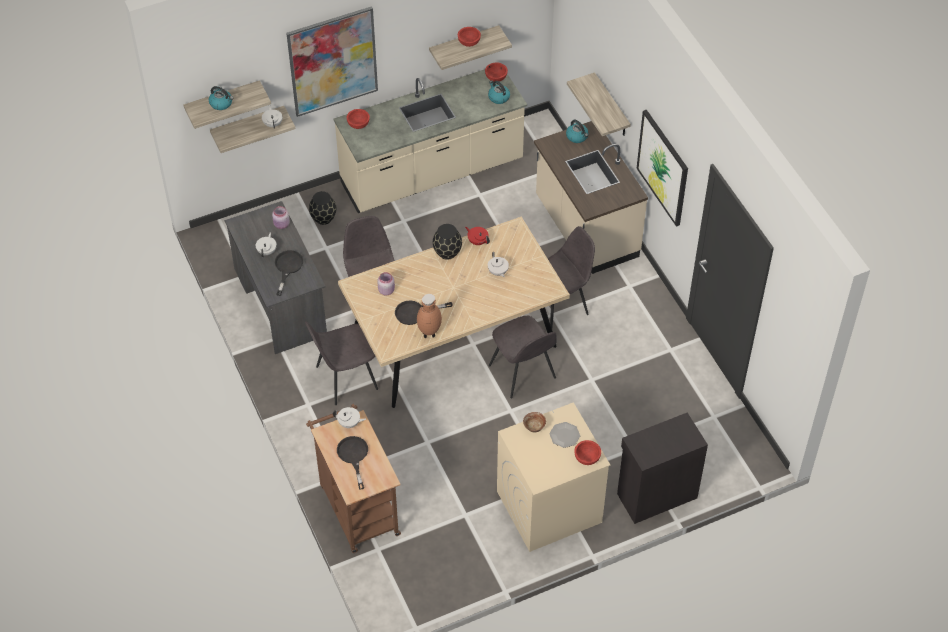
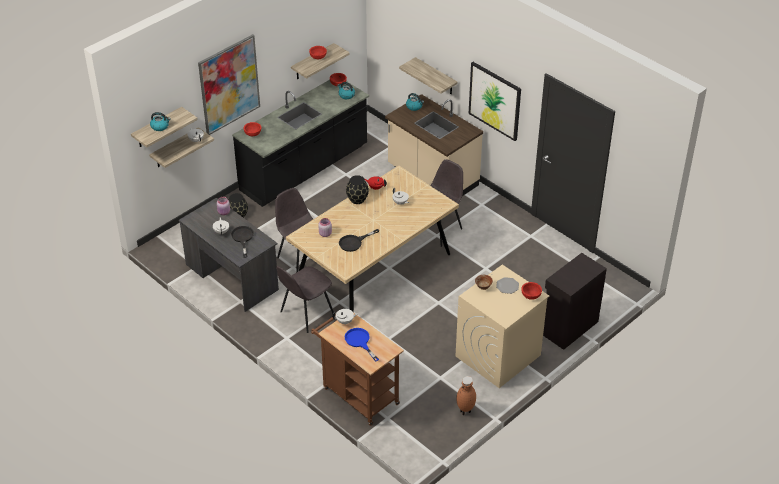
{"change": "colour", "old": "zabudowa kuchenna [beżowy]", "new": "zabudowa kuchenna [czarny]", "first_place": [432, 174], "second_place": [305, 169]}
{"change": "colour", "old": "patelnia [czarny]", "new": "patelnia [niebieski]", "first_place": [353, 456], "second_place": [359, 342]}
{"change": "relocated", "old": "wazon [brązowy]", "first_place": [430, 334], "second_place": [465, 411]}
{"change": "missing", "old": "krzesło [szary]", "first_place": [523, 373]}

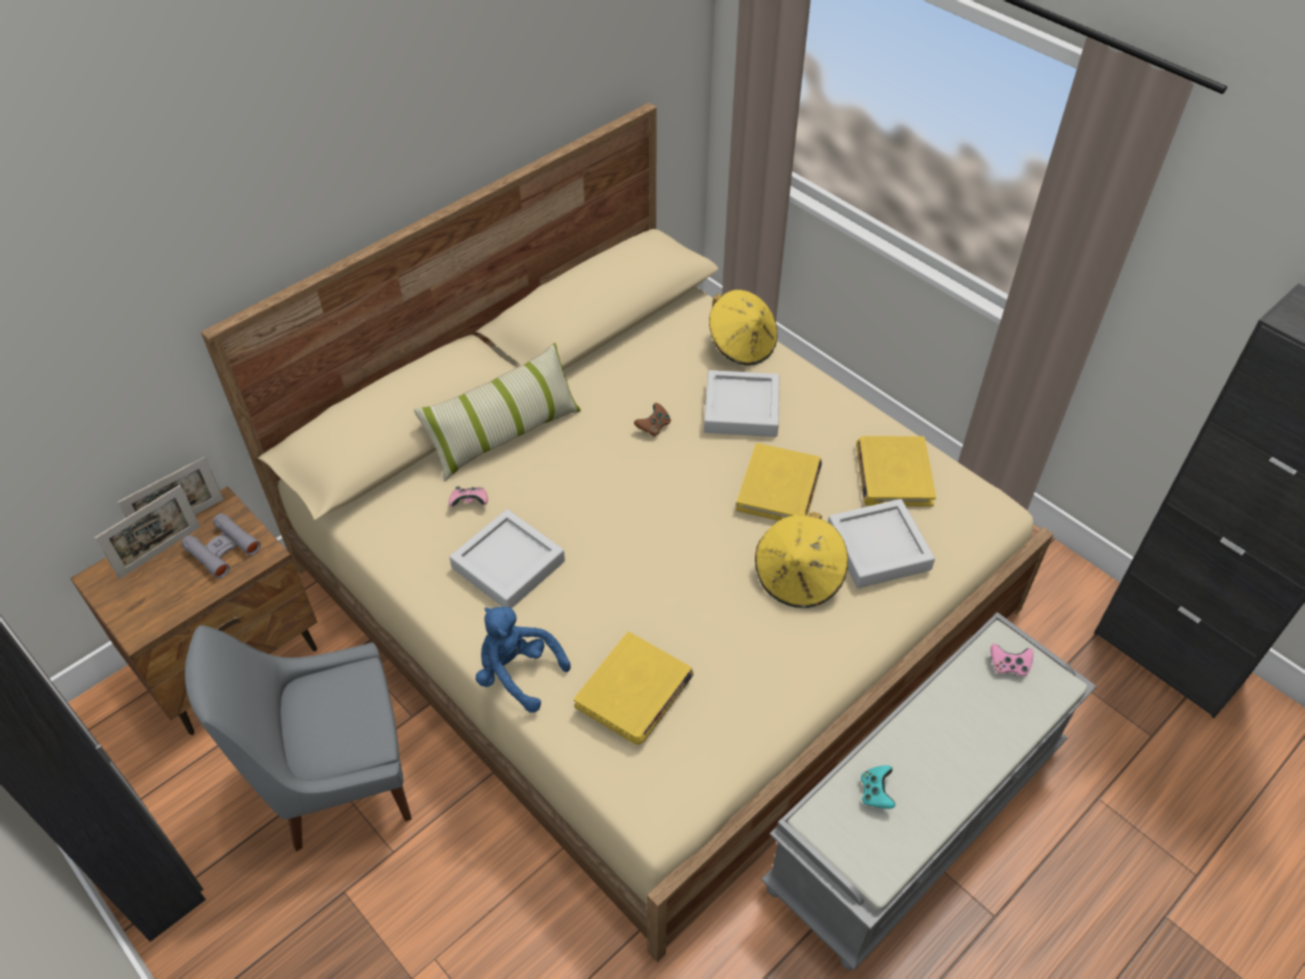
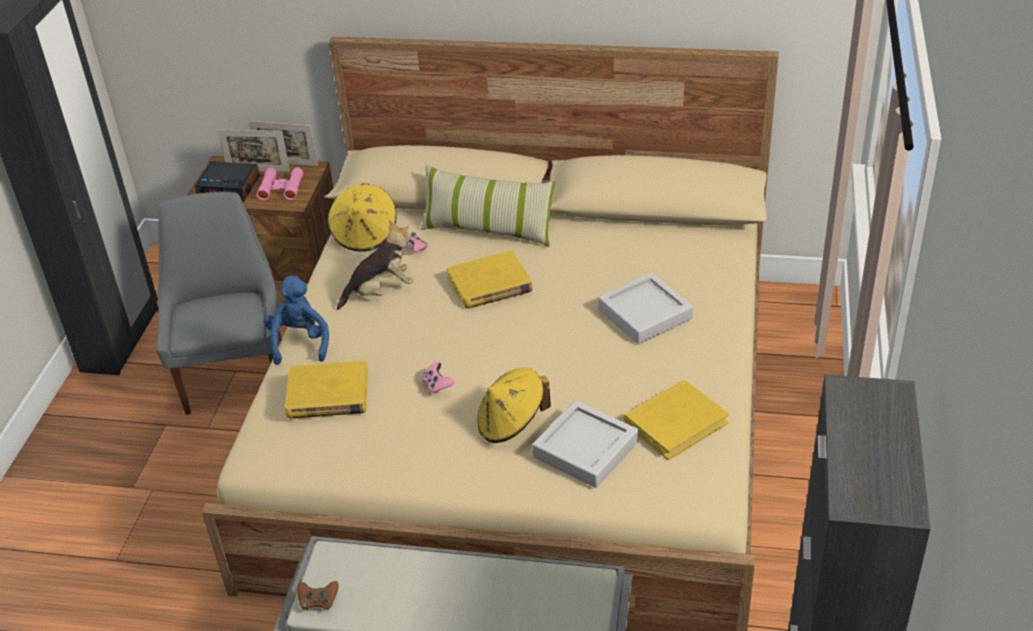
{"change": "colour", "old": "lornetka [szary]", "new": "lornetka [różowy]", "first_place": [223, 550], "second_place": [281, 188]}
{"change": "spun", "old": "krzesło [szary]", "first_place": [338, 780], "second_place": [236, 375], "degrees": 45}
{"change": "exchanged", "old": "taca [szary]", "new": "pluszak", "first_place": [508, 564], "second_place": [381, 291]}
{"change": "relocated", "old": "pad do gier [brązowy]", "first_place": [653, 427], "second_place": [318, 602]}
{"change": "relocated", "old": "kapelusz [żółty]", "first_place": [741, 345], "second_place": [365, 235]}
{"change": "relocated", "old": "książka [żółty]", "first_place": [779, 488], "second_place": [490, 284]}
{"change": "missing", "old": "pad do gier [turkusowy]", "first_place": [876, 792]}
{"change": "relocated", "old": "pad do gier [różowy]", "first_place": [1008, 666], "second_place": [437, 385]}
{"change": "appeared", "new": "budzik", "second_place": [230, 188]}

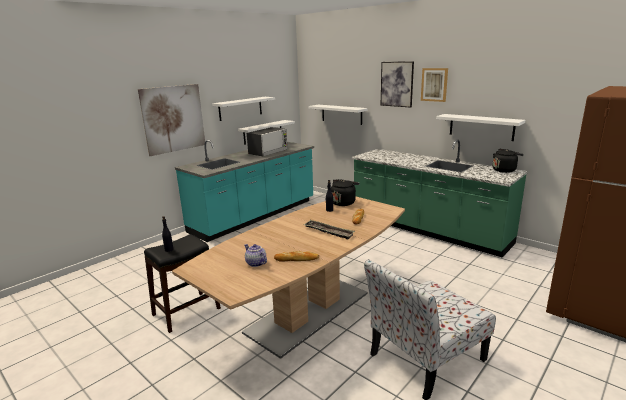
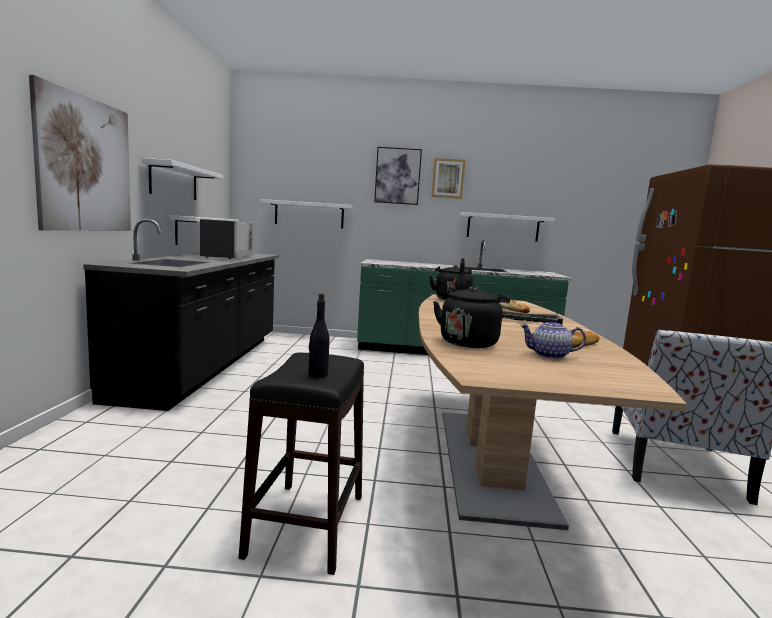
{"change": "colour", "old": "zabudowa kuchenna [turkusowy]", "new": "zabudowa kuchenna [czarny]", "first_place": [255, 216], "second_place": [205, 365]}
{"change": "relocated", "old": "czajnik [czarny]", "first_place": [505, 170], "second_place": [469, 342]}

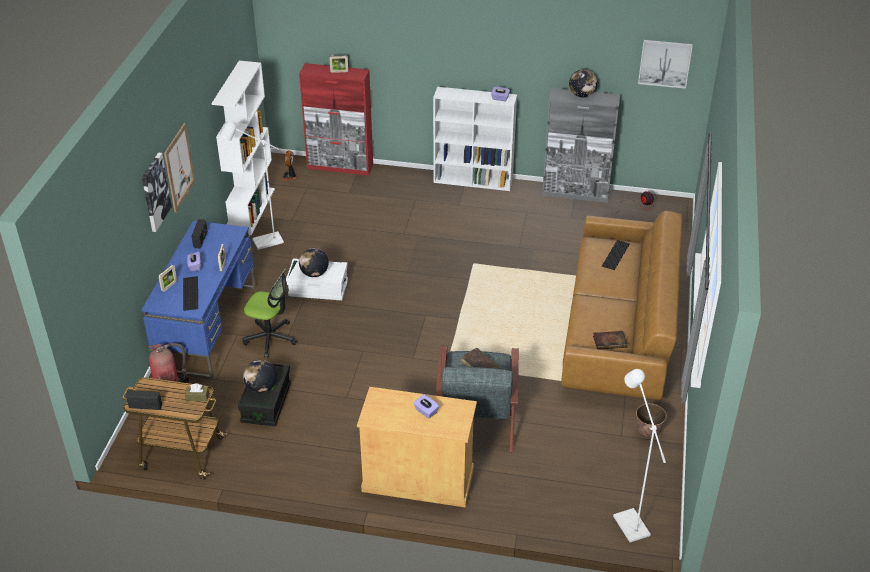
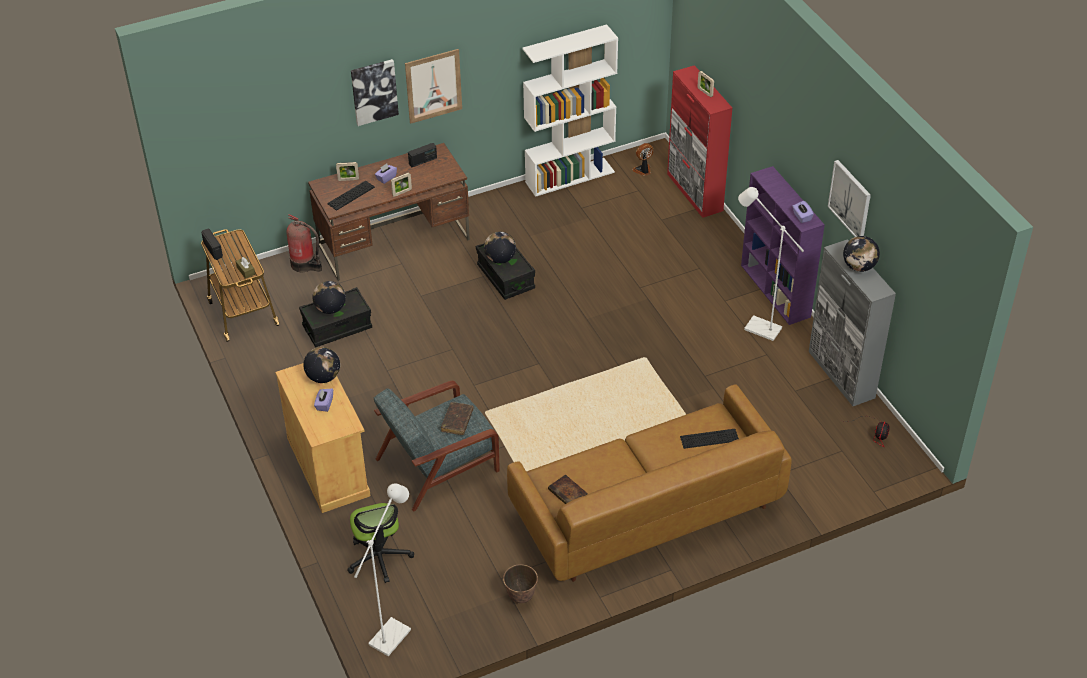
{"change": "colour", "old": "biurko [niebieski]", "new": "biurko [brązowy]", "first_place": [208, 327], "second_place": [394, 242]}
{"change": "relocated", "old": "lampa stojąca [biały]", "first_place": [262, 242], "second_place": [756, 326]}
{"change": "relocated", "old": "krzesło biurowe", "first_place": [270, 338], "second_place": [379, 557]}
{"change": "colour", "old": "pojemnik do przechowywania [biały]", "new": "pojemnik do przechowywania [czarny]", "first_place": [318, 289], "second_place": [506, 277]}
{"change": "colour", "old": "regał [biały]", "new": "regał [fioletowy]", "first_place": [474, 181], "second_place": [776, 291]}
{"change": "relocated", "old": "obraz", "first_place": [665, 63], "second_place": [850, 200]}
{"change": "appeared", "new": "globus", "second_place": [323, 377]}

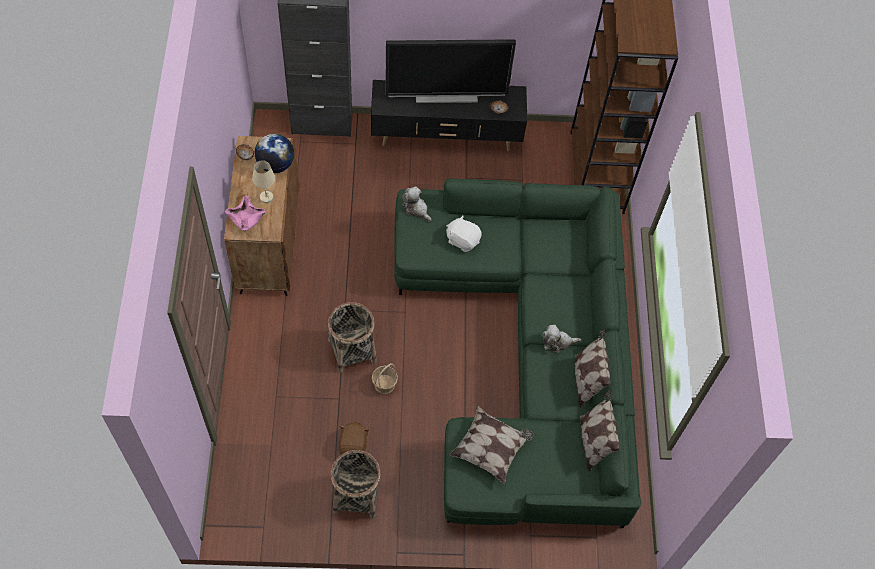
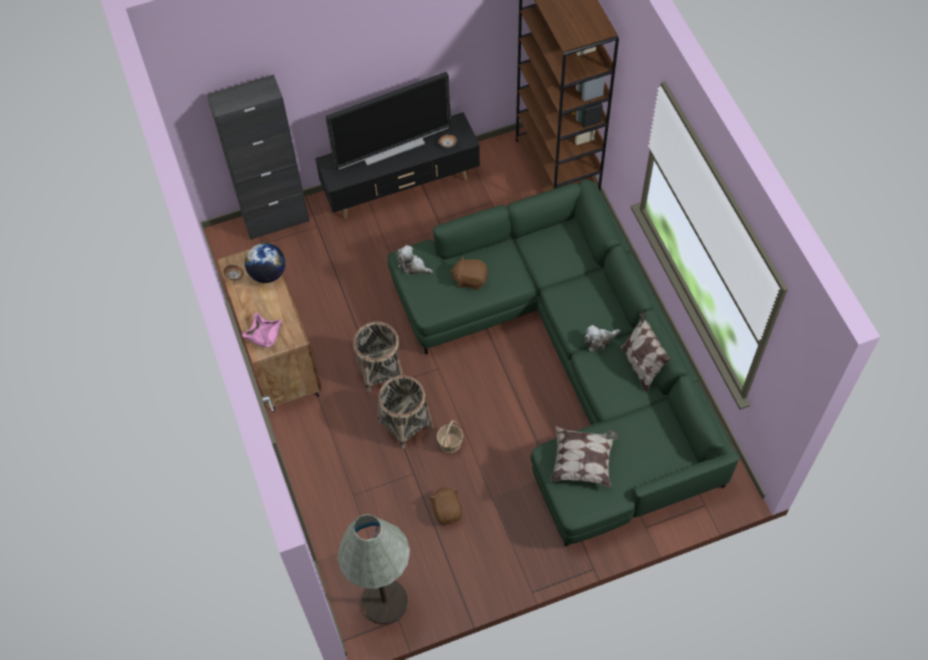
{"change": "missing", "old": "lampa stołowa [beżowy]", "first_place": [267, 197]}
{"change": "relocated", "old": "koszyk", "first_place": [356, 495], "second_place": [380, 370]}
{"change": "colour", "old": "pluszak [biały]", "new": "pluszak [brązowy]", "first_place": [462, 240], "second_place": [470, 279]}
{"change": "missing", "old": "poduszka", "first_place": [593, 442]}
{"change": "appeared", "new": "lampa stojąca [szary]", "second_place": [384, 601]}

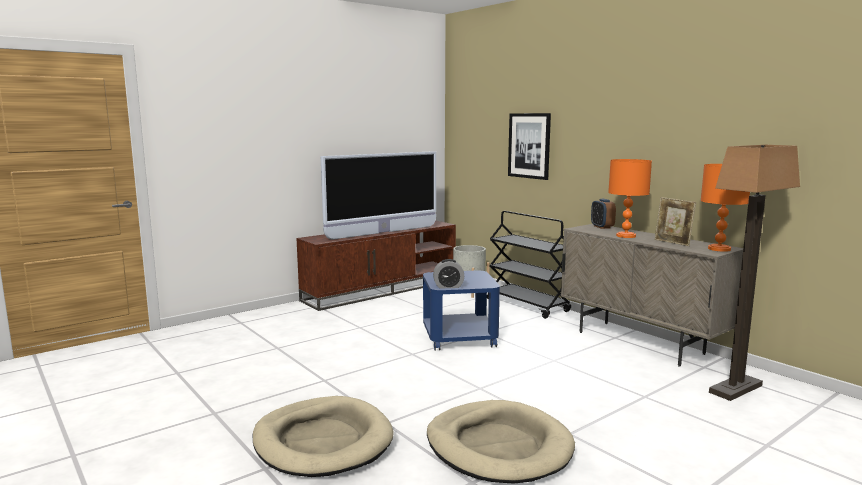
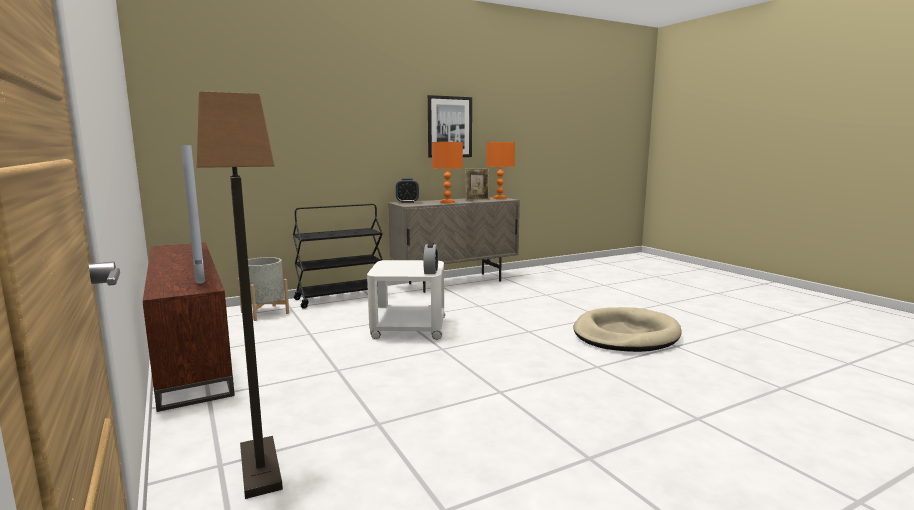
{"change": "missing", "old": "legowisko [beżowy]", "first_place": [323, 441]}
{"change": "colour", "old": "stolik [niebieski]", "new": "stolik [biały]", "first_place": [459, 337], "second_place": [408, 328]}
{"change": "relocated", "old": "obraz", "first_place": [529, 145], "second_place": [449, 127]}
{"change": "relocated", "old": "lampa stojąca", "first_place": [736, 389], "second_place": [261, 468]}

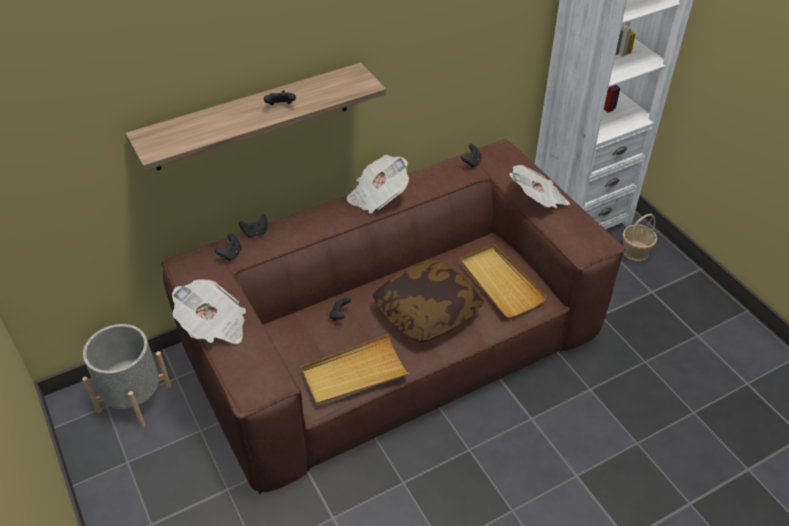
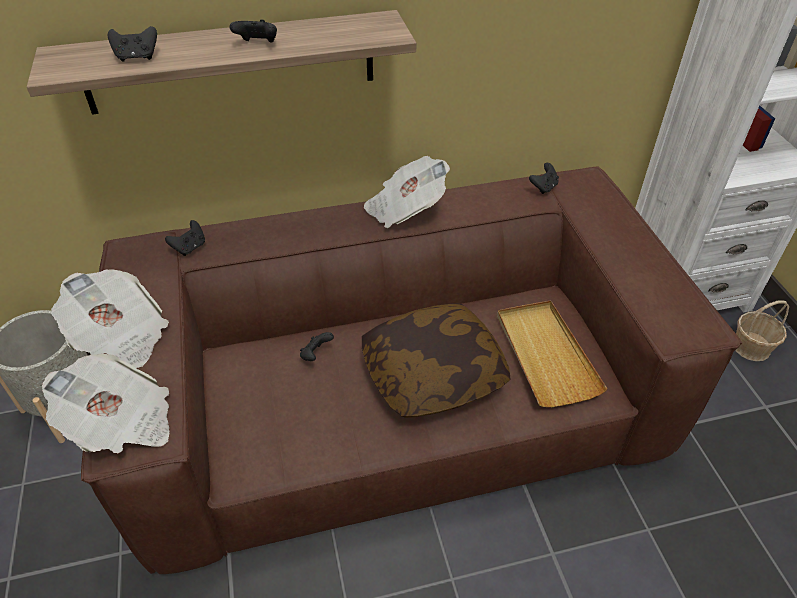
{"change": "relocated", "old": "pad do gier [czarny]", "first_place": [255, 232], "second_place": [137, 57]}
{"change": "missing", "old": "taca [beżowy]", "first_place": [354, 374]}
{"change": "relocated", "old": "gazeta", "first_place": [538, 200], "second_place": [121, 423]}

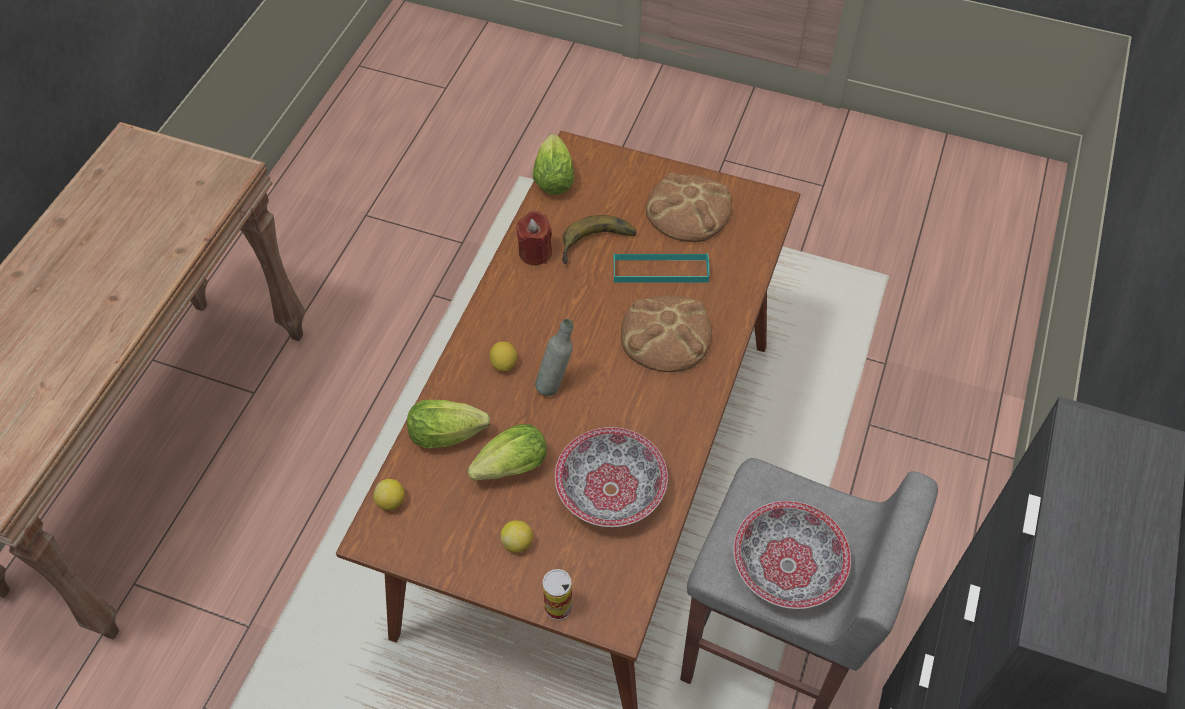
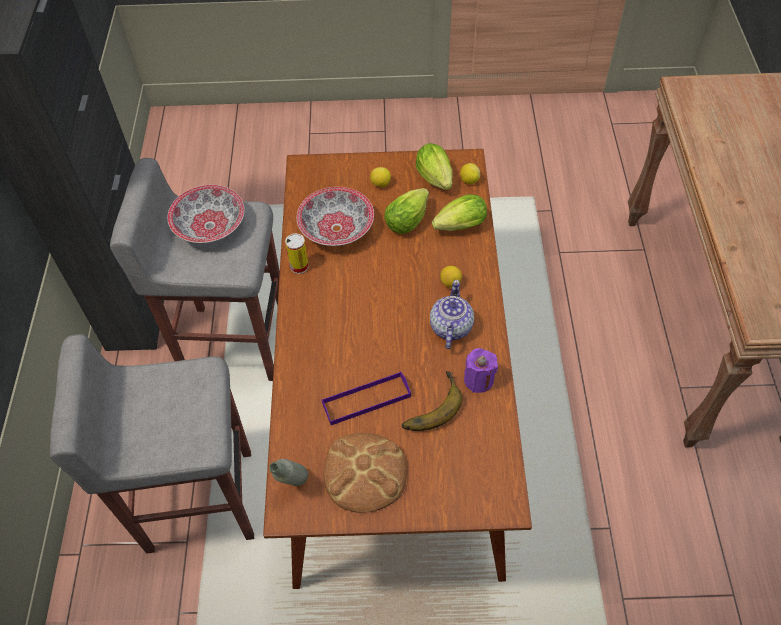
{"change": "colour", "old": "świeca [czerwony]", "new": "świeca [fioletowy]", "first_place": [535, 252], "second_place": [478, 380]}
{"change": "relocated", "old": "sałata", "first_place": [553, 176], "second_place": [436, 180]}
{"change": "relocated", "old": "butelka [szary]", "first_place": [555, 383], "second_place": [293, 486]}
{"change": "relocated", "old": "puszka", "first_place": [558, 607], "second_place": [299, 266]}
{"change": "colour", "old": "taca [turkusowy]", "new": "taca [fioletowy]", "first_place": [660, 270], "second_place": [366, 400]}
{"change": "missing", "old": "chleb", "first_place": [666, 335]}
{"change": "appeared", "new": "stołek [szary]", "second_place": [198, 499]}
{"change": "appeared", "new": "imbryk", "second_place": [450, 327]}

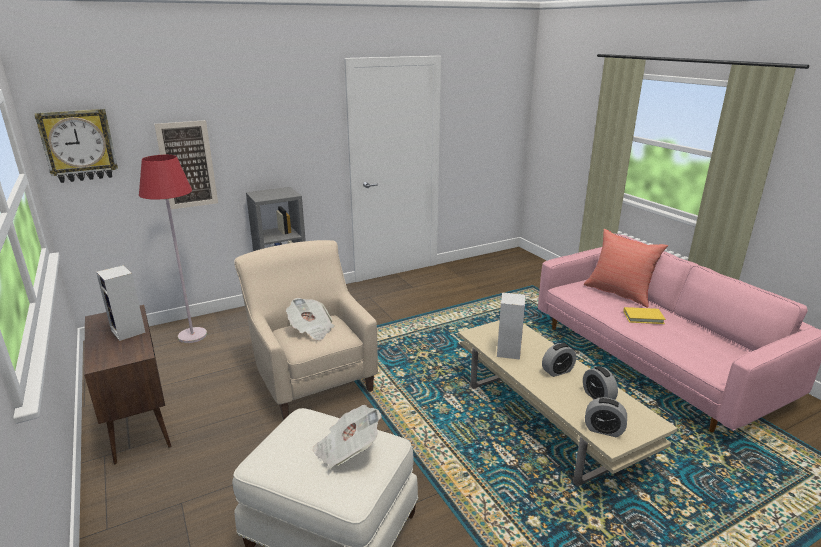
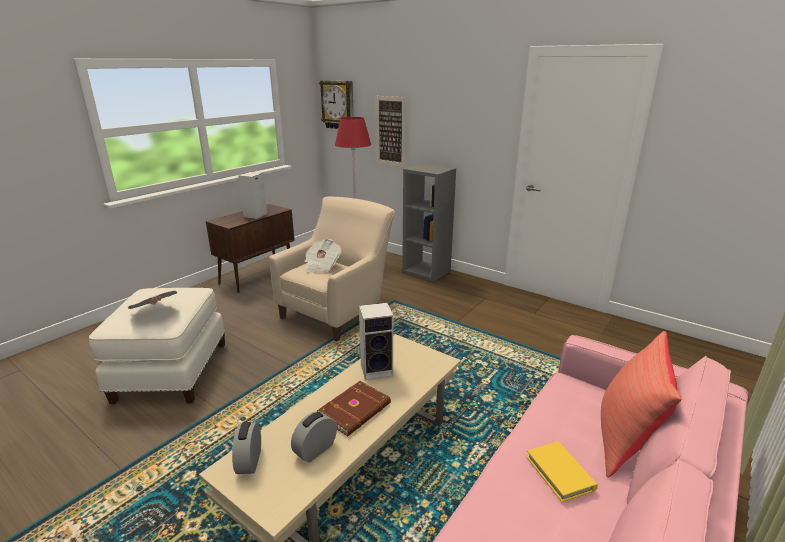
{"change": "exchanged", "old": "budzik", "new": "książka [brązowy]", "first_place": [557, 371], "second_place": [356, 410]}

